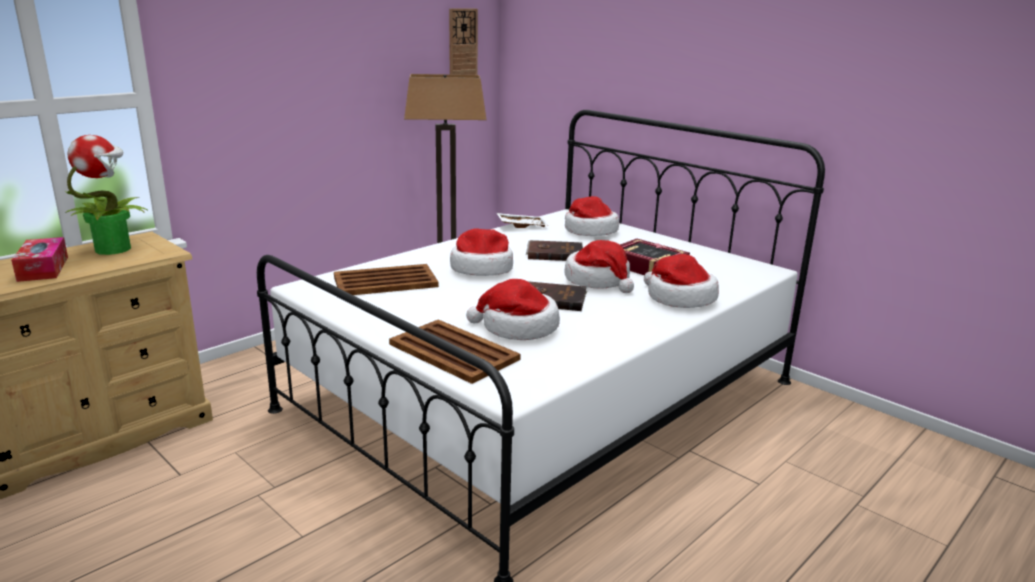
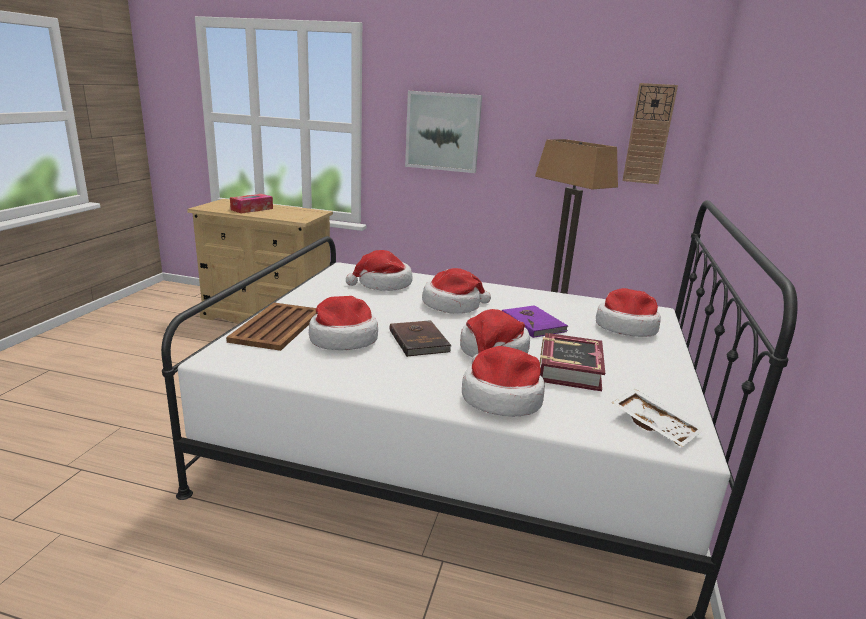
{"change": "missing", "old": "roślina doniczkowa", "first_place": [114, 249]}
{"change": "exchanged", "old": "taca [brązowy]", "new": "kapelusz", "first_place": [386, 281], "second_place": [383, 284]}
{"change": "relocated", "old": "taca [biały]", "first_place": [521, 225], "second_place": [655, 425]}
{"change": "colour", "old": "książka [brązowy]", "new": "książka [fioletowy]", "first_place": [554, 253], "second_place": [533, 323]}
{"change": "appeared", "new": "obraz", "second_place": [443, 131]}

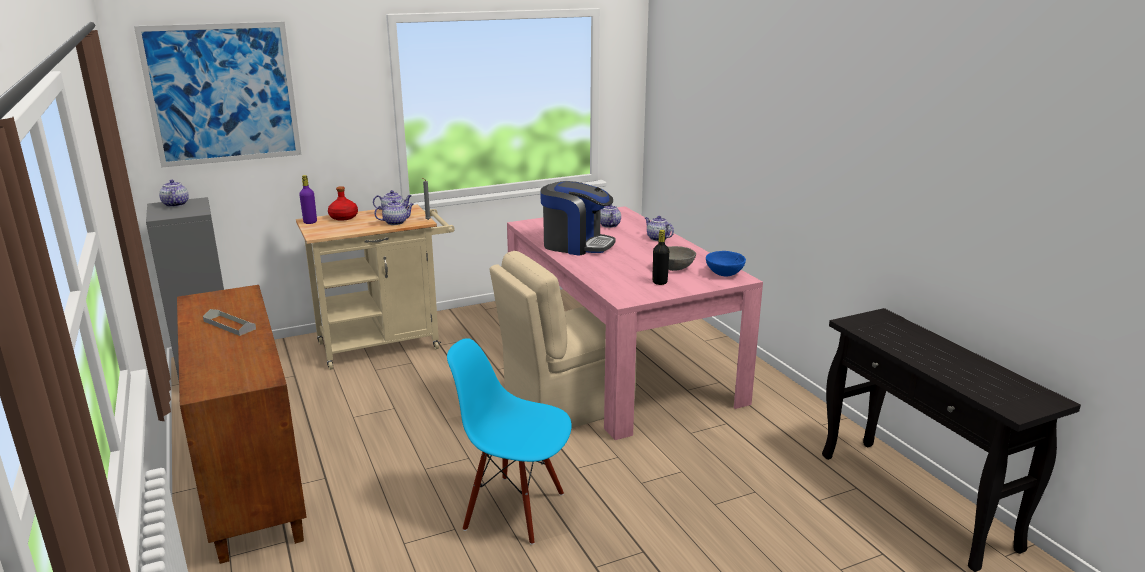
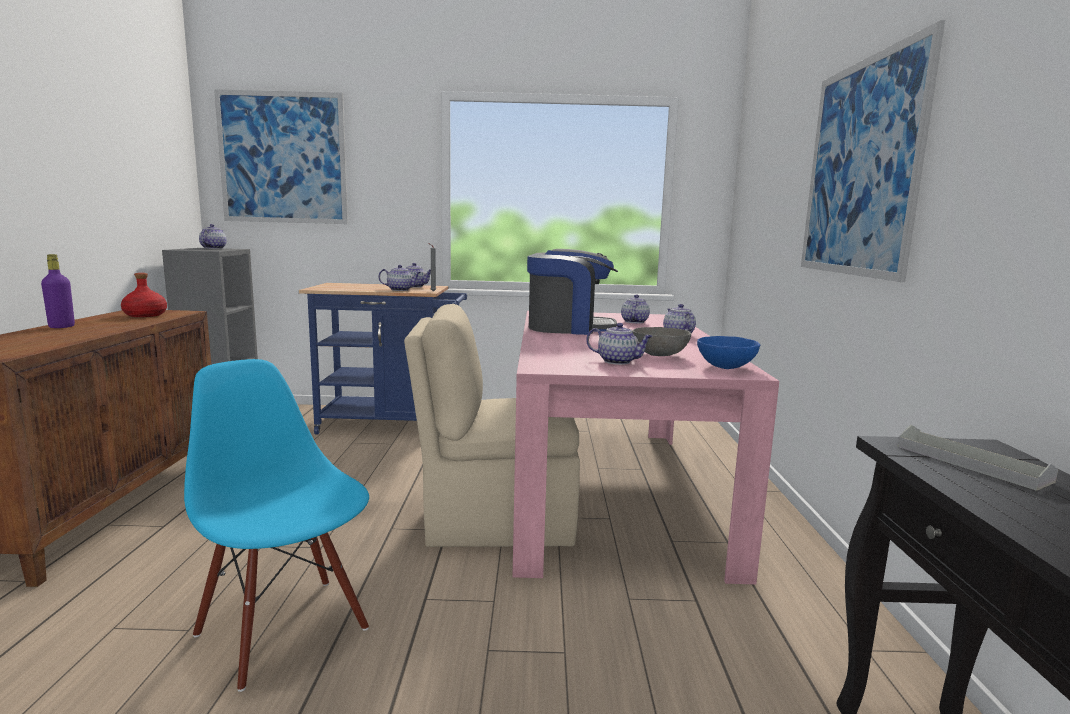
{"change": "relocated", "old": "taca [szary]", "first_place": [229, 325], "second_place": [971, 463]}
{"change": "colour", "old": "wózek [beżowy]", "new": "wózek [niebieski]", "first_place": [386, 344], "second_place": [391, 425]}
{"change": "relocated", "old": "butelka [fioletowy]", "first_place": [310, 222], "second_place": [61, 327]}
{"change": "relocated", "old": "butelka [czerwony]", "first_place": [343, 217], "second_place": [144, 315]}
{"change": "spun", "old": "ekspres do kawy", "first_place": [576, 245], "second_place": [569, 328], "degrees": -45}
{"change": "exchanged", "old": "butelka [czarny]", "new": "imbryk", "first_place": [659, 282], "second_place": [618, 361]}
{"change": "appeared", "new": "obraz", "second_place": [860, 168]}

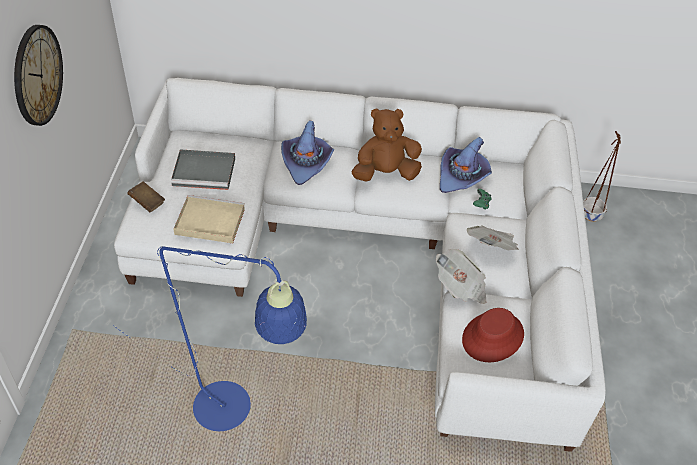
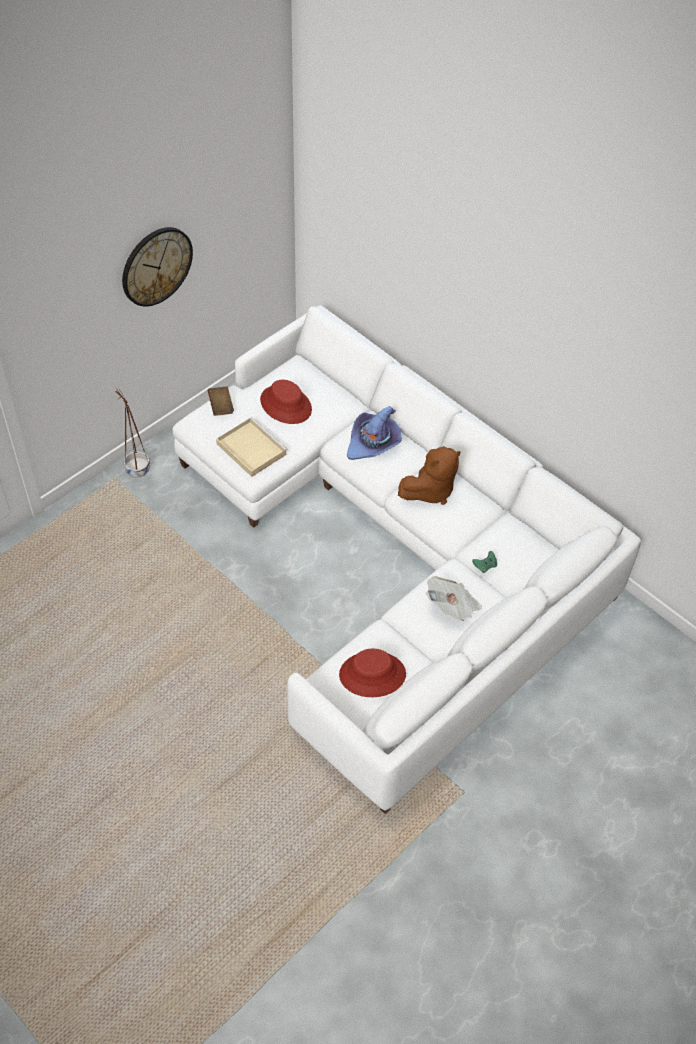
{"change": "missing", "old": "lampa stojąca [niebieski]", "first_place": [234, 414]}
{"change": "exchanged", "old": "taca [szary]", "new": "kapelusz [czerwony]", "first_place": [205, 171], "second_place": [286, 405]}
{"change": "spun", "old": "pluszak [brązowy]", "first_place": [385, 173], "second_place": [430, 490], "degrees": 120}
{"change": "missing", "old": "gazeta", "first_place": [460, 287]}
{"change": "missing", "old": "kapelusz [fioletowy]", "first_place": [462, 176]}
{"change": "relocated", "old": "donica [brązowy]", "first_place": [590, 214], "second_place": [137, 469]}

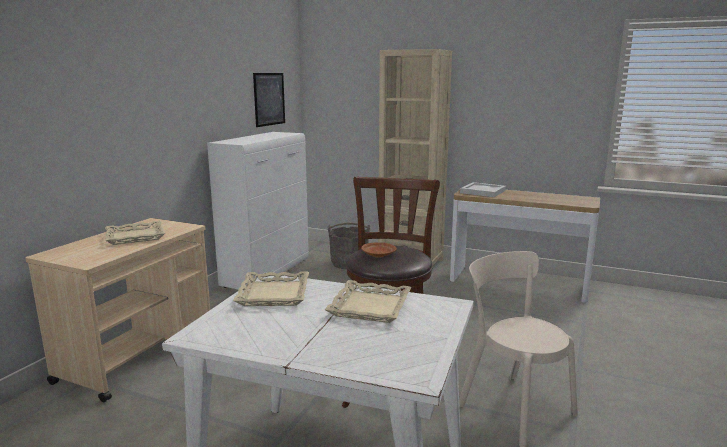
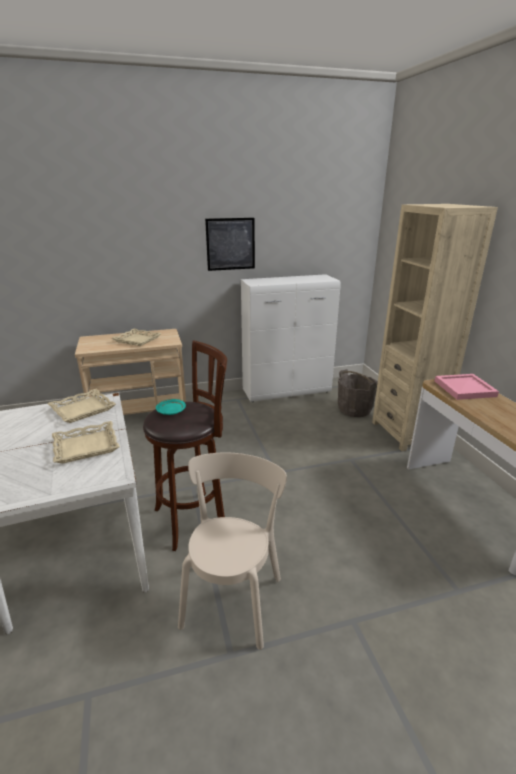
{"change": "relocated", "old": "obraz", "first_place": [269, 99], "second_place": [230, 244]}
{"change": "colour", "old": "talerz [brązowy]", "new": "talerz [turkusowy]", "first_place": [378, 255], "second_place": [171, 411]}
{"change": "colour", "old": "taca [biały]", "new": "taca [różowy]", "first_place": [482, 191], "second_place": [465, 388]}

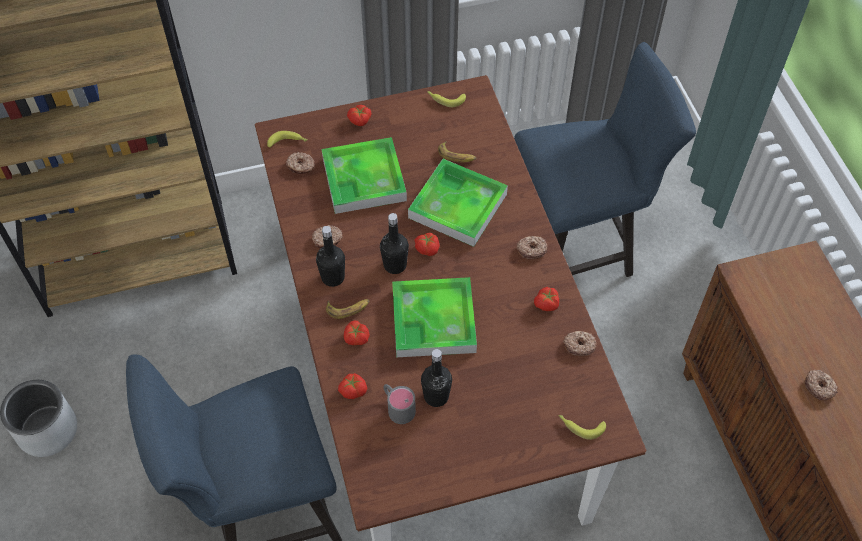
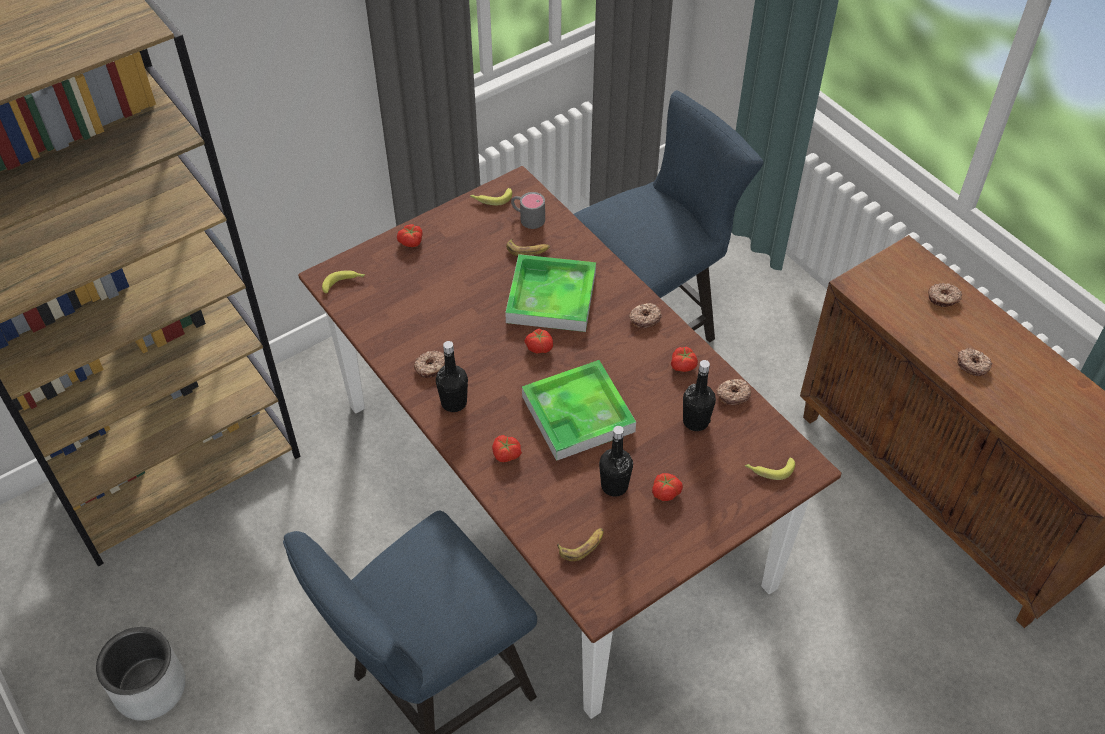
{"change": "relocated", "old": "donut", "first_place": [301, 166], "second_place": [943, 298]}
{"change": "missing", "old": "taca", "first_place": [364, 179]}
{"change": "relocated", "old": "banan", "first_place": [348, 309], "second_place": [582, 546]}
{"change": "relocated", "old": "pomidor", "first_place": [353, 390], "second_place": [665, 491]}
{"change": "relocated", "old": "butelka [czarny]", "first_place": [395, 265], "second_place": [695, 421]}
{"change": "relocated", "old": "kubek [szary]", "first_place": [397, 407], "second_place": [527, 218]}

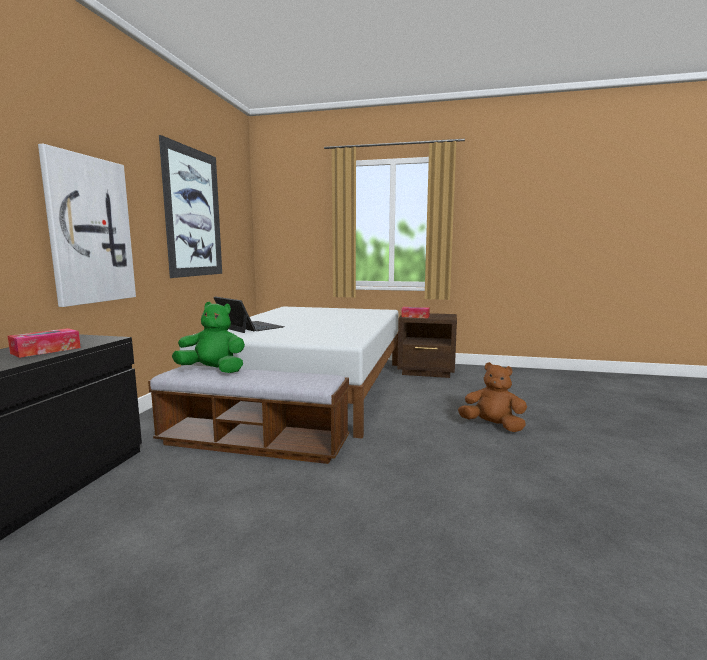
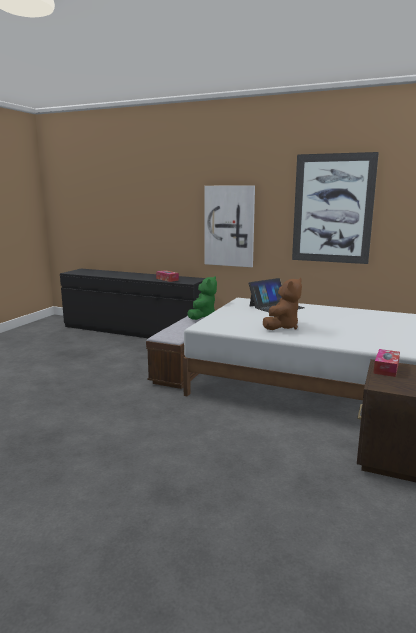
{"change": "relocated", "old": "pluszak [brązowy]", "first_place": [492, 426], "second_place": [282, 327]}

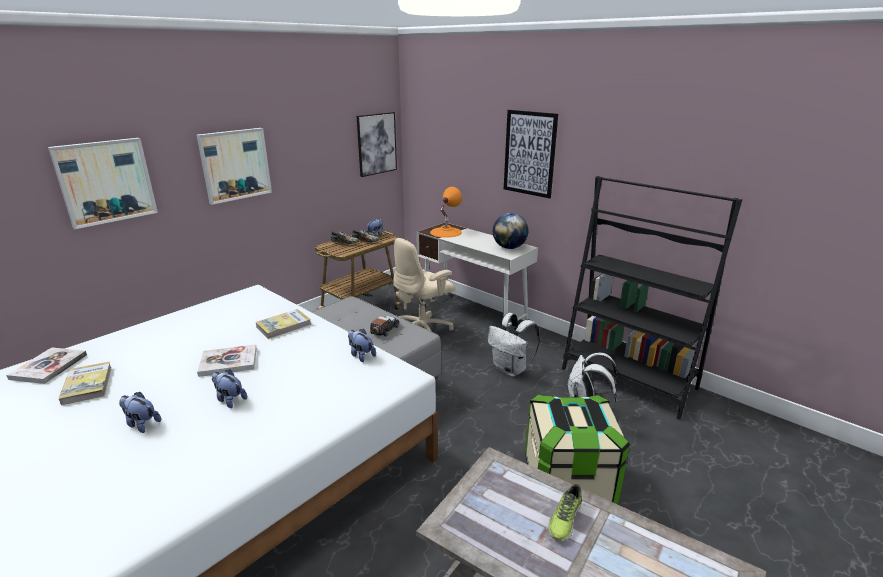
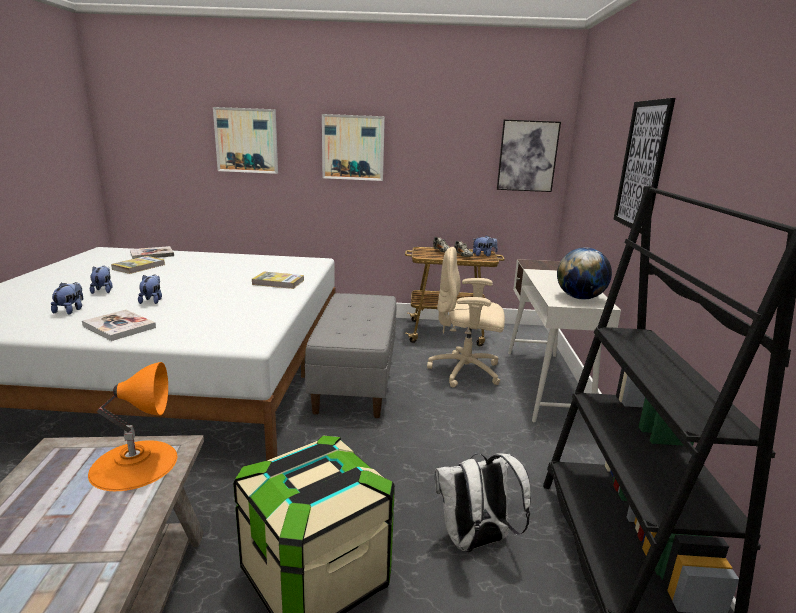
{"change": "relocated", "old": "książka", "first_place": [228, 362], "second_place": [119, 327]}
{"change": "relocated", "old": "pluszak", "first_place": [361, 355], "second_place": [70, 310]}
{"change": "missing", "old": "samochodzik", "first_place": [384, 330]}
{"change": "relocated", "old": "lampa stołowa [pomarańczowy]", "first_place": [446, 232], "second_place": [134, 464]}
{"change": "missing", "old": "plecak [biały]", "first_place": [511, 369]}
{"change": "missing", "old": "but", "first_place": [564, 519]}

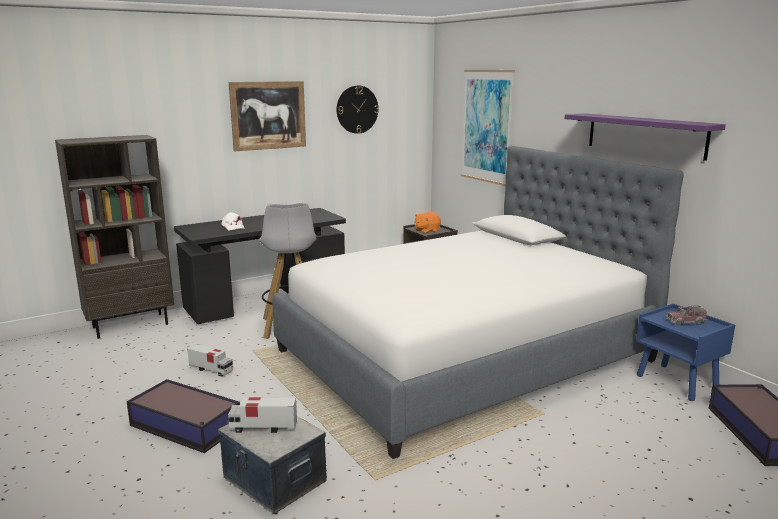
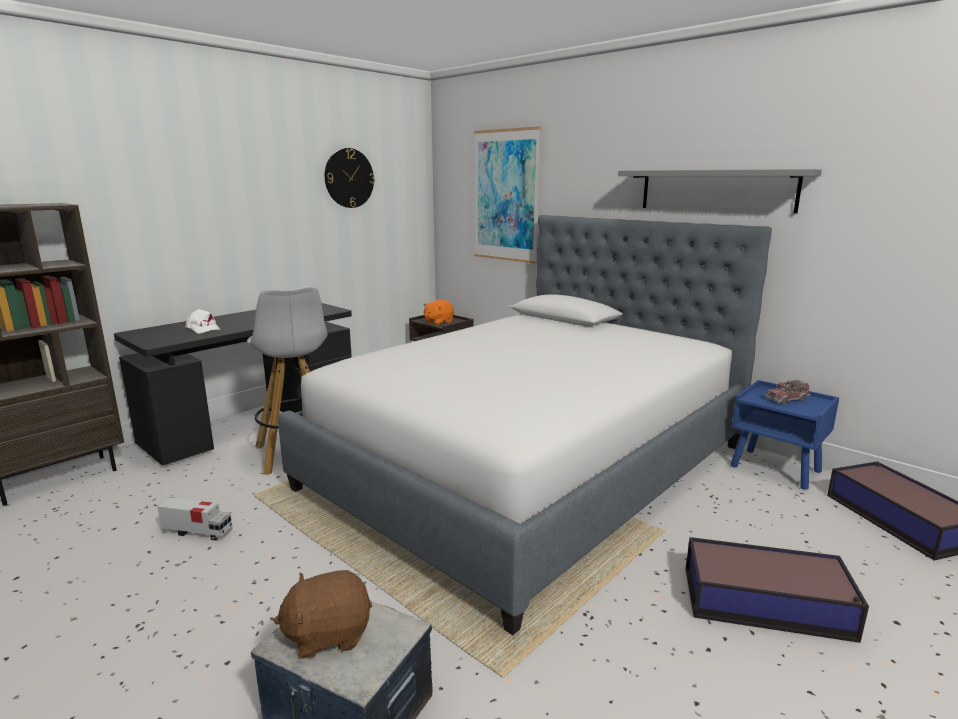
{"change": "relocated", "old": "pojemnik do przechowywania", "first_place": [186, 426], "second_place": [768, 603]}
{"change": "exchanged", "old": "ciężarówka zabawkowa", "new": "pluszak [brązowy]", "first_place": [263, 427], "second_place": [328, 634]}
{"change": "missing", "old": "obraz", "first_place": [268, 115]}
{"change": "colour", "old": "półka [fioletowy]", "new": "półka [szary]", "first_place": [645, 135], "second_place": [716, 190]}

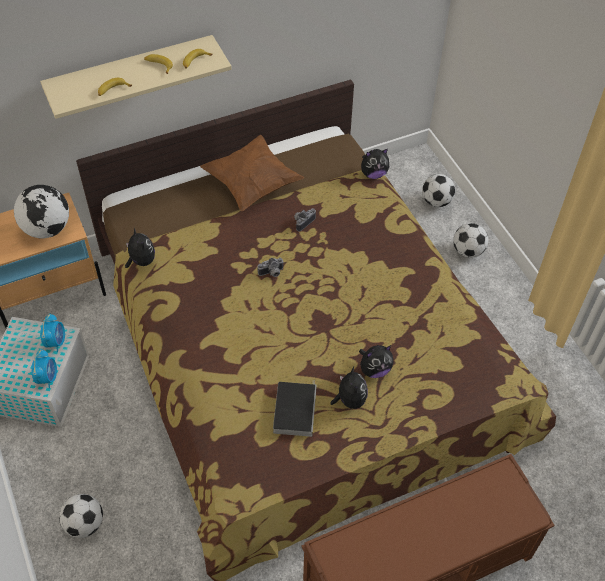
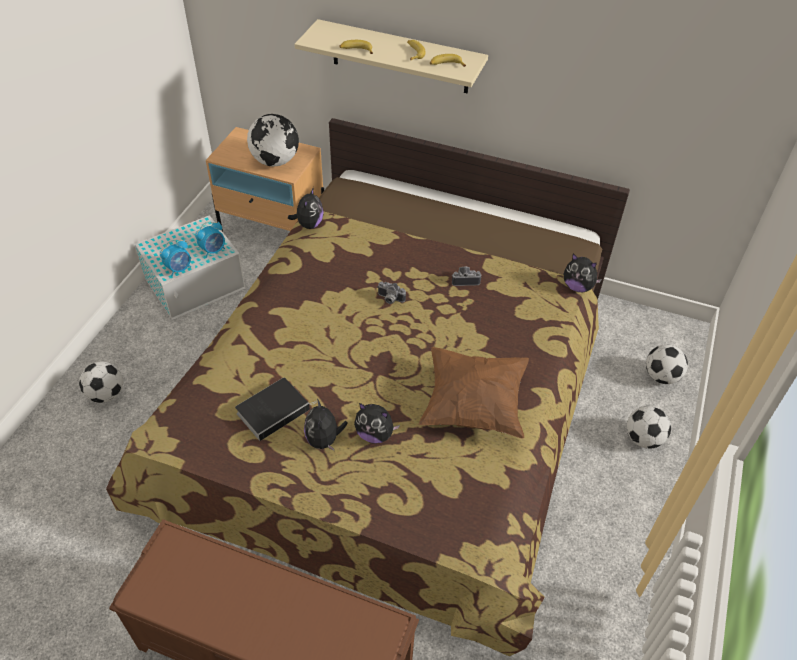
{"change": "relocated", "old": "poduszka [brązowy]", "first_place": [252, 184], "second_place": [473, 404]}
{"change": "spun", "old": "pluszak", "first_place": [349, 400], "second_place": [324, 440], "degrees": 135}

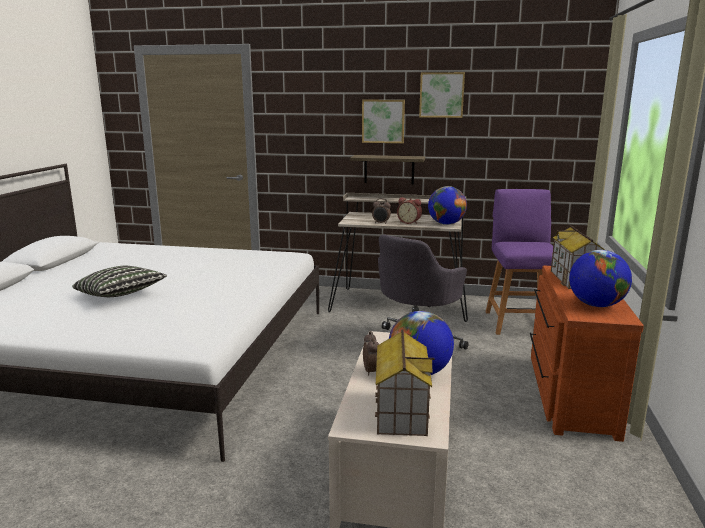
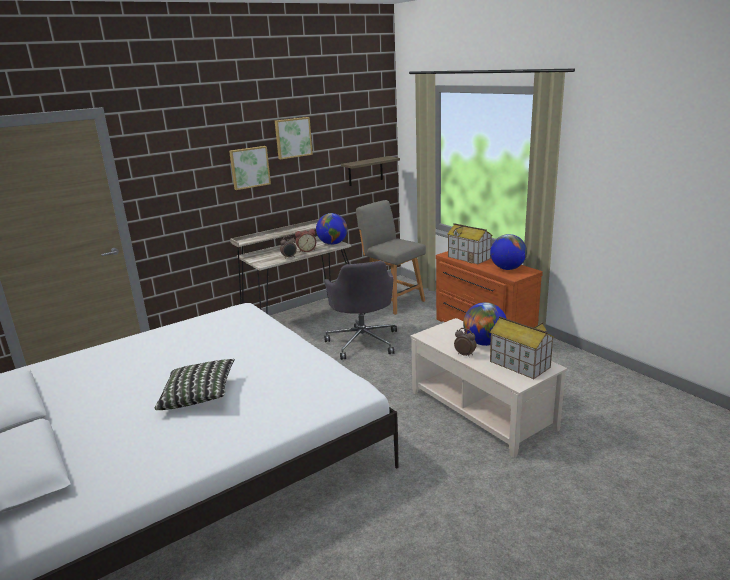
{"change": "relocated", "old": "półka", "first_place": [389, 169], "second_place": [365, 171]}
{"change": "colour", "old": "krzesło [fioletowy]", "new": "krzesło [szary]", "first_place": [519, 322], "second_place": [393, 301]}

